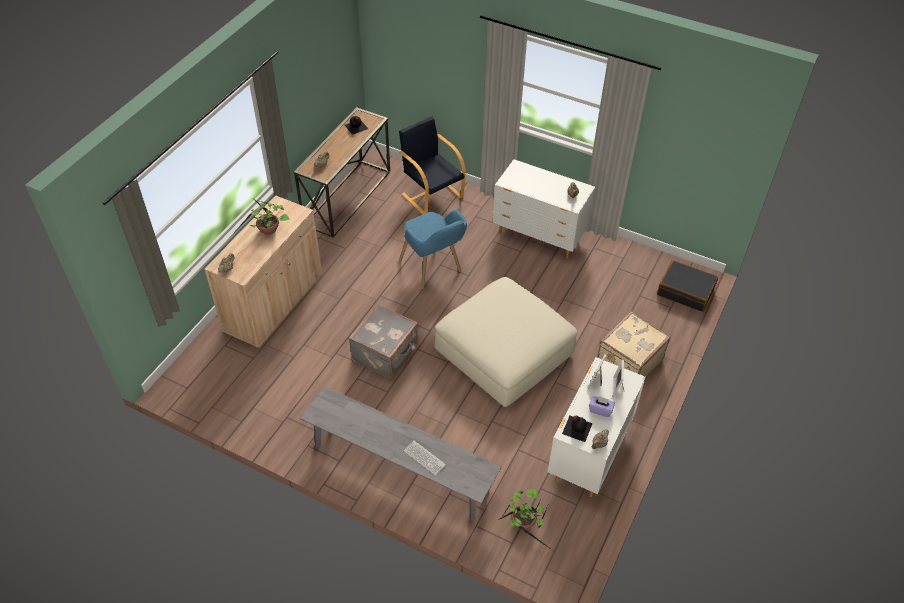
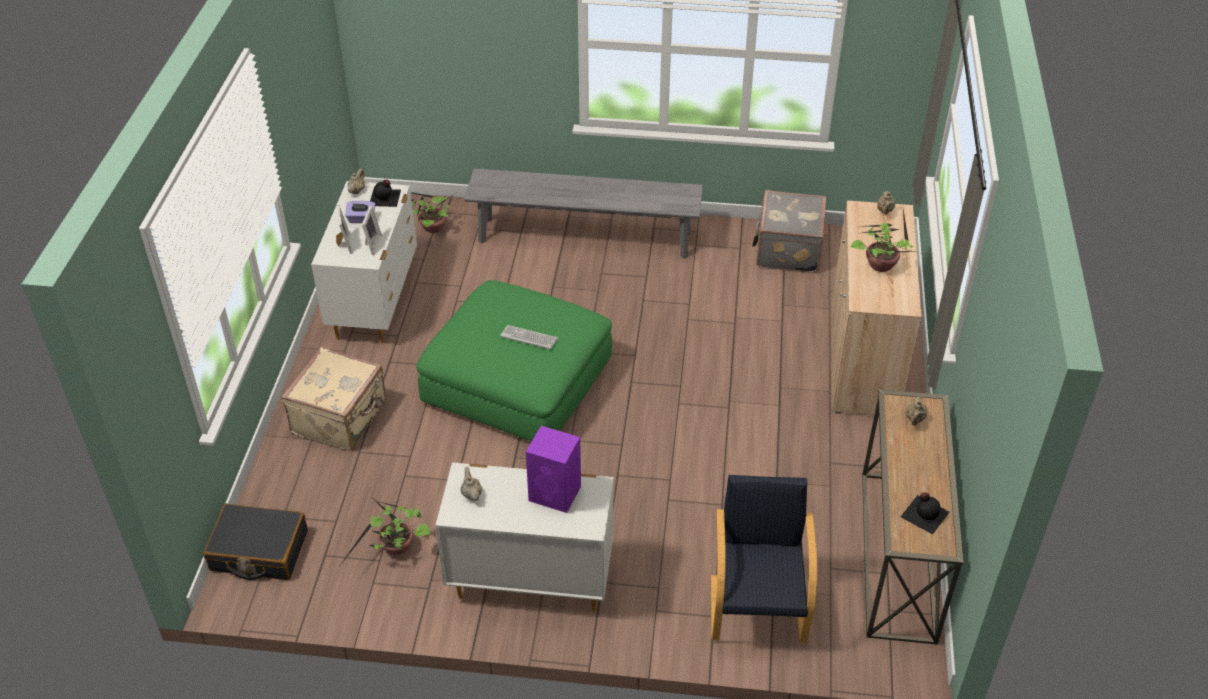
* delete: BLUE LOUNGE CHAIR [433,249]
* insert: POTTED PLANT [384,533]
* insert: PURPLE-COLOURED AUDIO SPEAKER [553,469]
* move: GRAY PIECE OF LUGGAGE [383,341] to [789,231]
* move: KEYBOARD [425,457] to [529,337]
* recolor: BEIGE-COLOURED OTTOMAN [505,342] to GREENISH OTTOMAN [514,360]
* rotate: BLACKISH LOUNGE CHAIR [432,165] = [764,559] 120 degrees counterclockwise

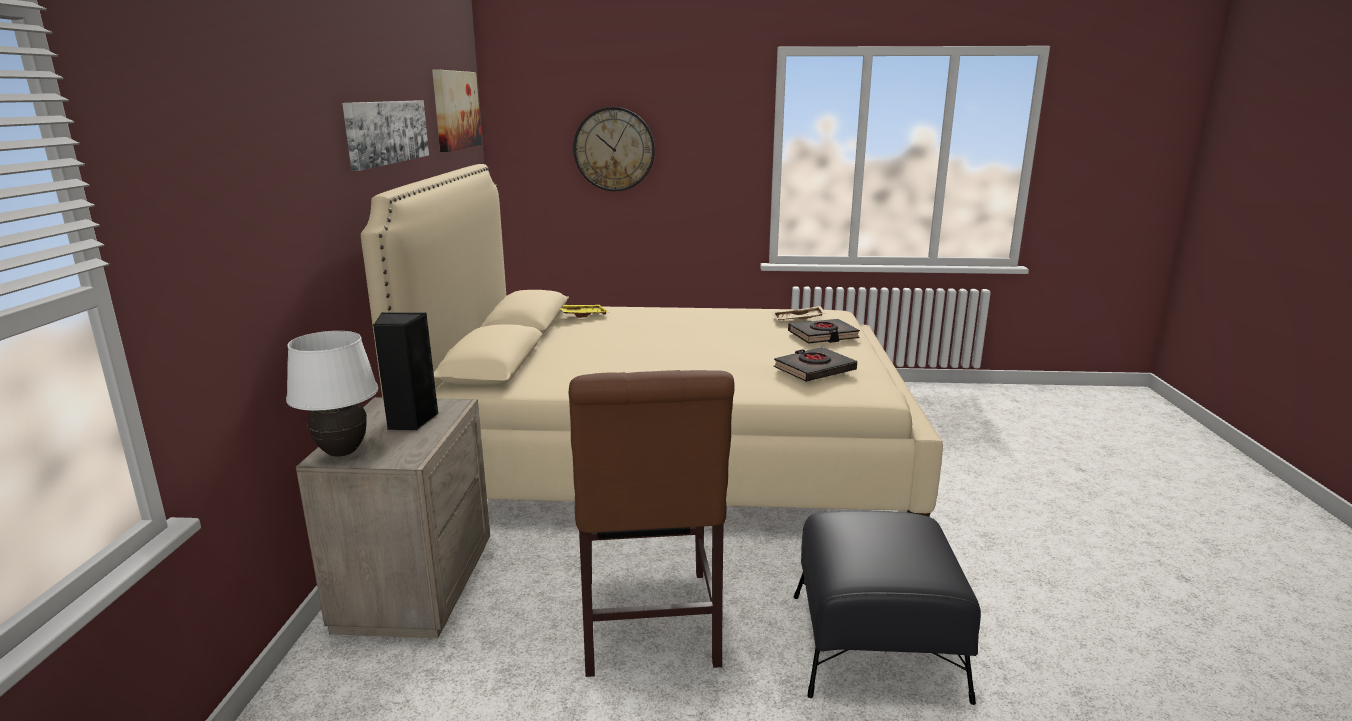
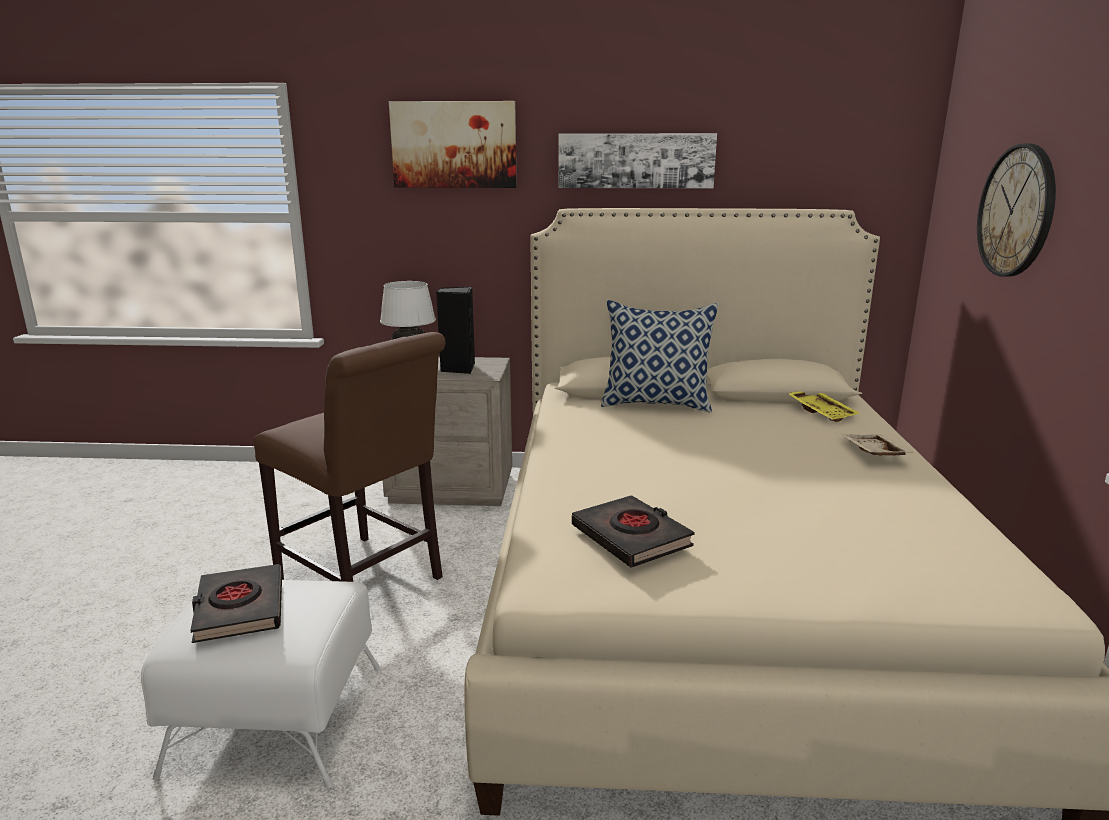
* insert: CUSHION [660,356]
* move: WALL PICTURE [457,111] to [453,144]
* move: BEIGE-COLOURED SERVING TRAY [799,313] to [877,445]
* move: BLACKISH BOOK [824,331] to [236,603]
* recolor: BLACKISH OTTOMAN [887,607] to WHITE-COLOURED OTTOMAN [261,684]
* rotate: BROWN PLAIN CHAIR [652,523] = [349,457] 135 degrees counterclockwise

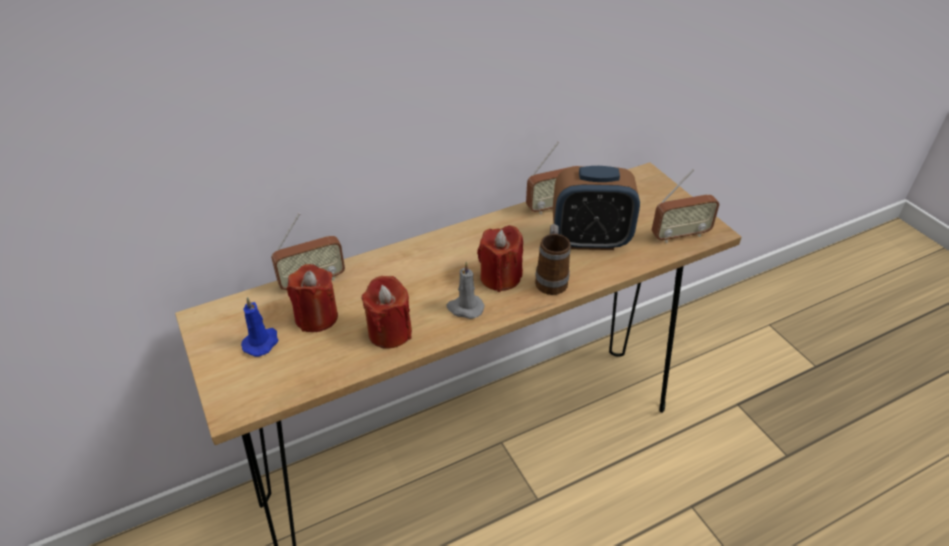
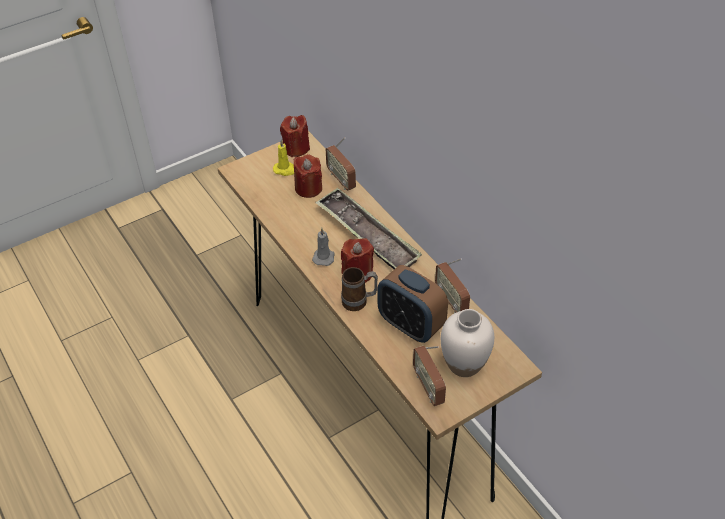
* insert: SERVING TRAY [368,228]
* insert: WHITE-COLOURED FLOWER VASE [467,343]
* move: RED-COLOURED WAX CANDLE [386,312] to [295,136]
* recolor: BLUE WAX CANDLE [259,327] to YELLOW-COLOURED WAX CANDLE [283,157]
* rotate: BEDSIDE CLOCK [596,208] = [412,304] 45 degrees counterclockwise

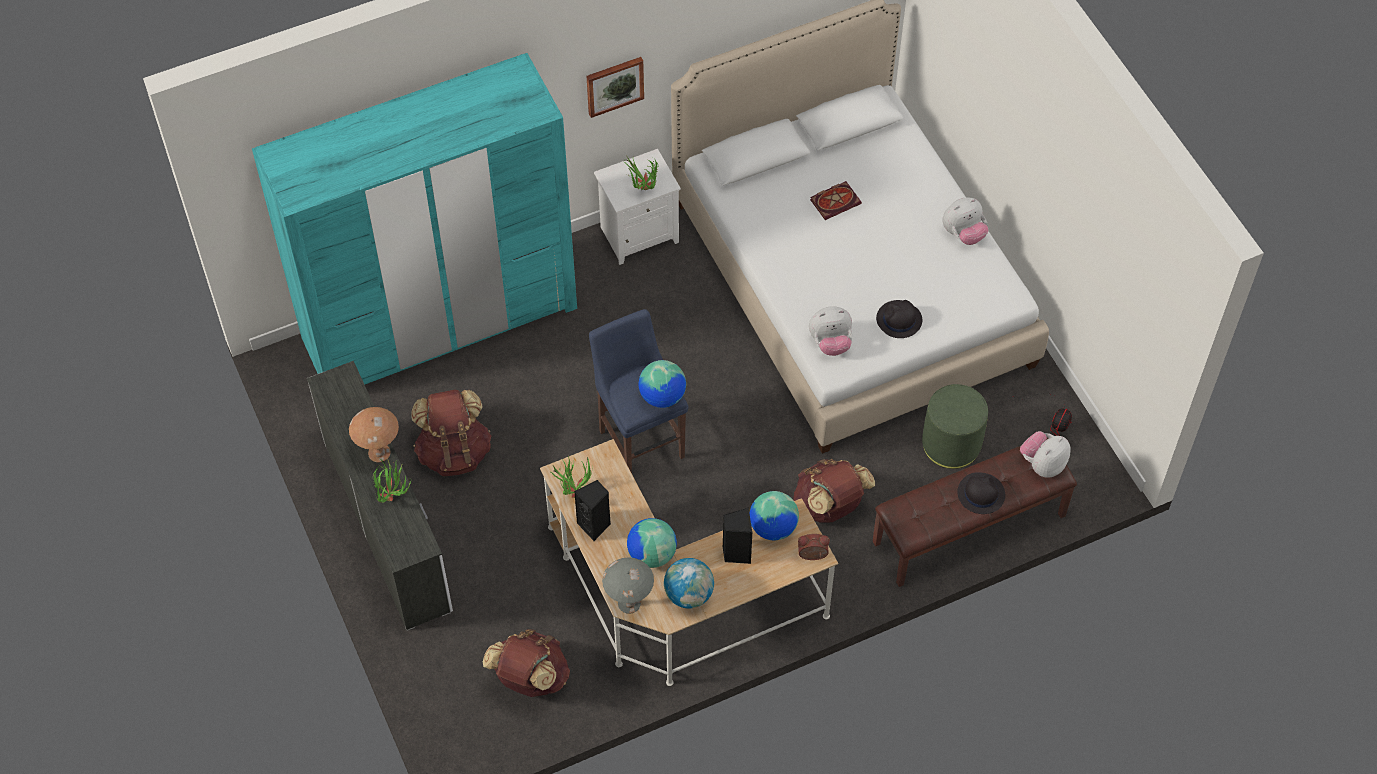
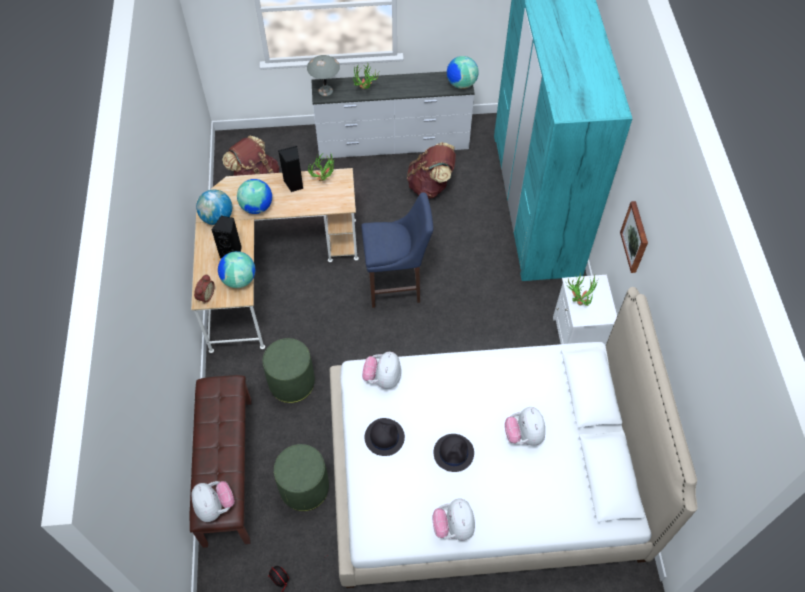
* delete: BROWN TABLETOP LAMP [374,435]
* move: GRAY TABLETOP LAMP [628,585] to [323,75]
* move: DESK GLOBE [662,384] to [463,72]
* move: BLACKISH HAT [981,493] to [453,453]
* replace: BROWN BACKPACK [834,490] to GREENISH OTTOMAN [289,370]
* replace: BOOK [836,200] to PLUSH TOY [525,426]

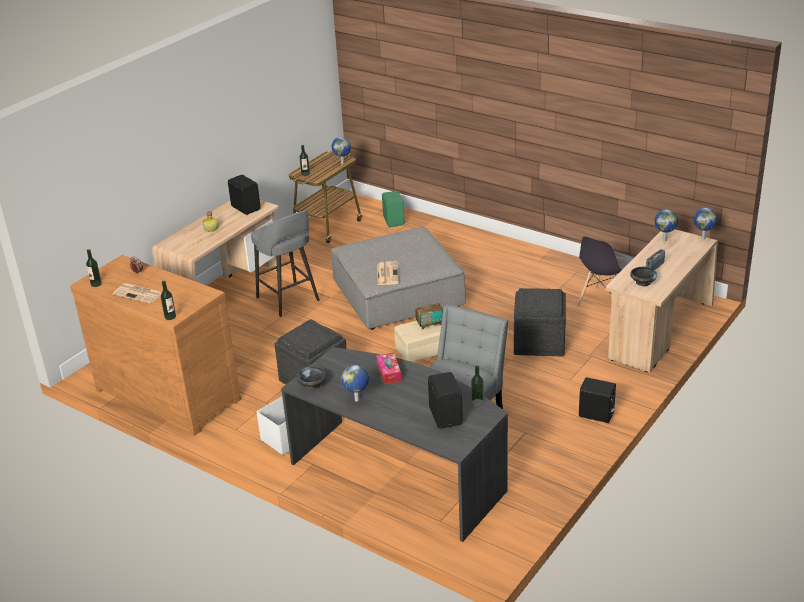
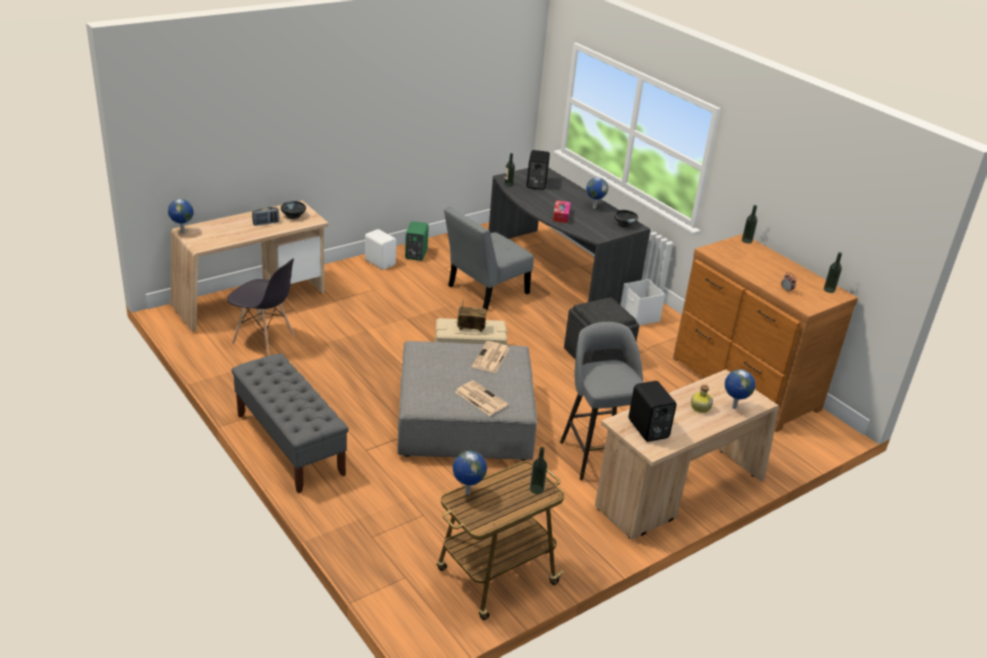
* delete: GRAY OTTOMAN [540,322]
* insert: GRAY INDOOR BENCH [290,423]
* move: DAILY PAPER [137,293] to [482,398]
* move: GREENISH AUDIO SPEAKER [393,209] to [417,241]
* move: DESK GLOBE [666,225] to [740,389]
* recolor: BLACKISH AUDIO SPEAKER [597,400] to WHITE-COLOURED AUDIO SPEAKER [380,249]
* rotate: GRAY PLAIN CHAIR [605,271] = [260,307] 60 degrees clockwise

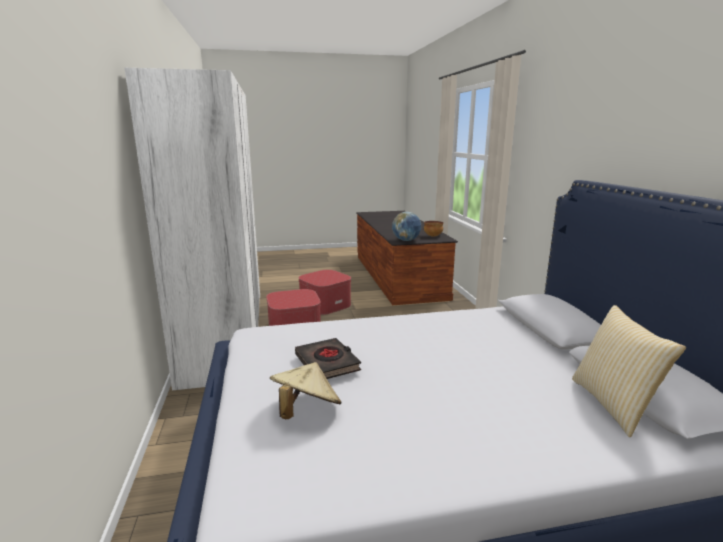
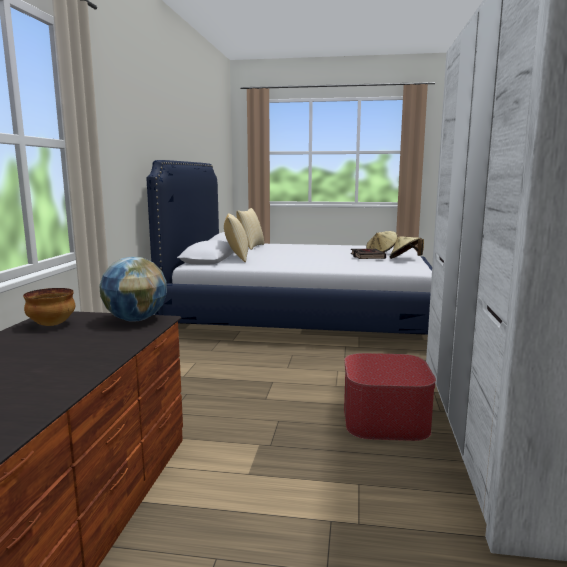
* delete: OTTOMAN [324,292]
* insert: CUSHION [236,237]
* insert: BEIGE-COLOURED HAT [407,247]

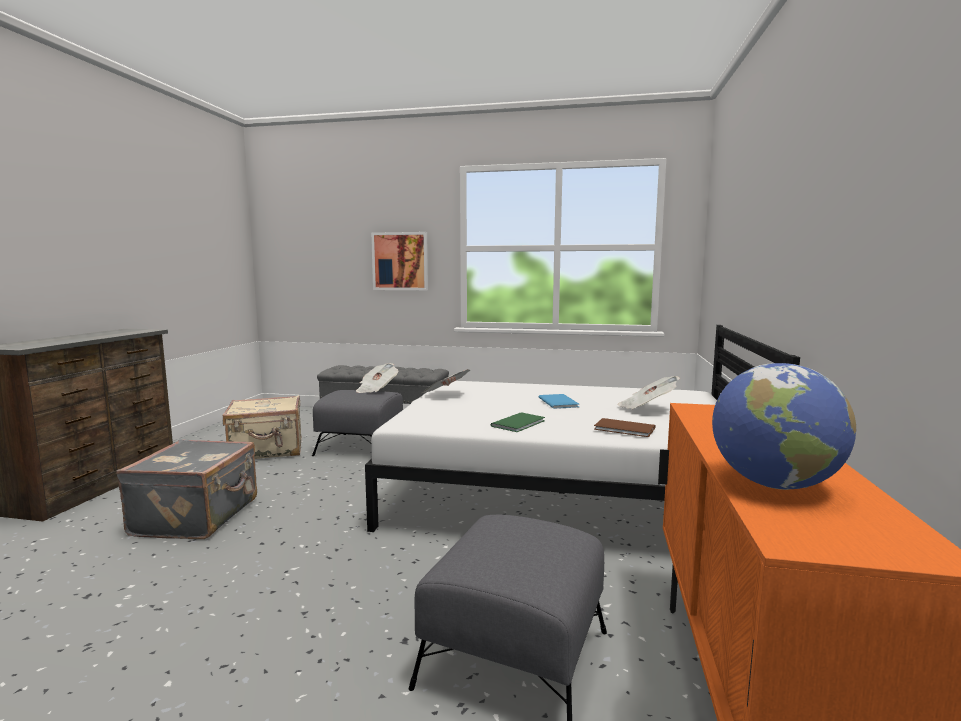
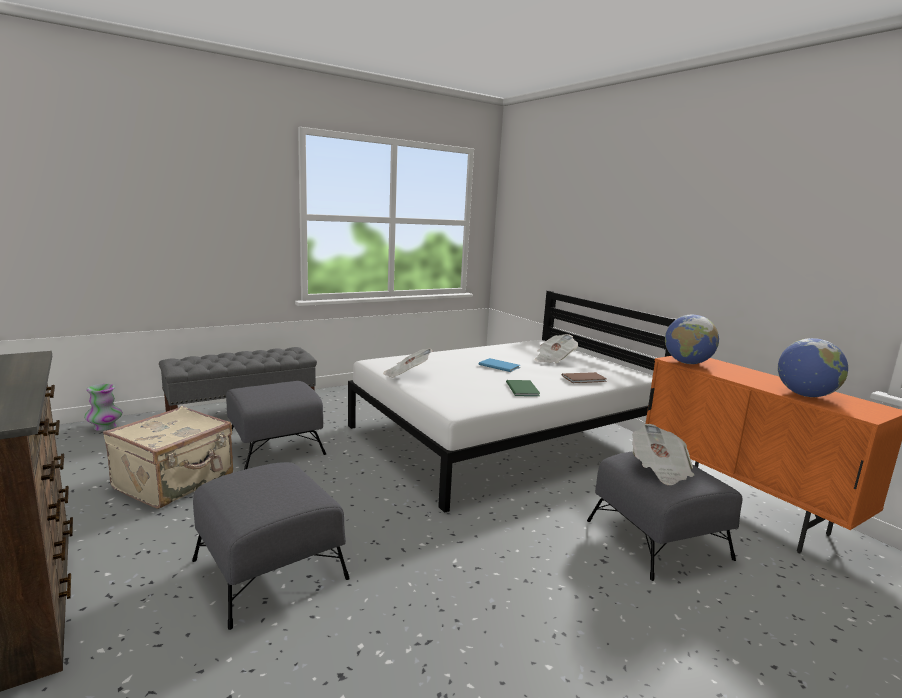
* delete: WALL PICTURE [399,261]
* insert: FLOWER VASE [103,407]
* insert: DESK GLOBE [692,339]
* move: DAILY PAPER [377,378] to [663,454]
* replace: GRAY PIECE OF LUGGAGE [186,489] to GRAY OTTOMAN [271,546]

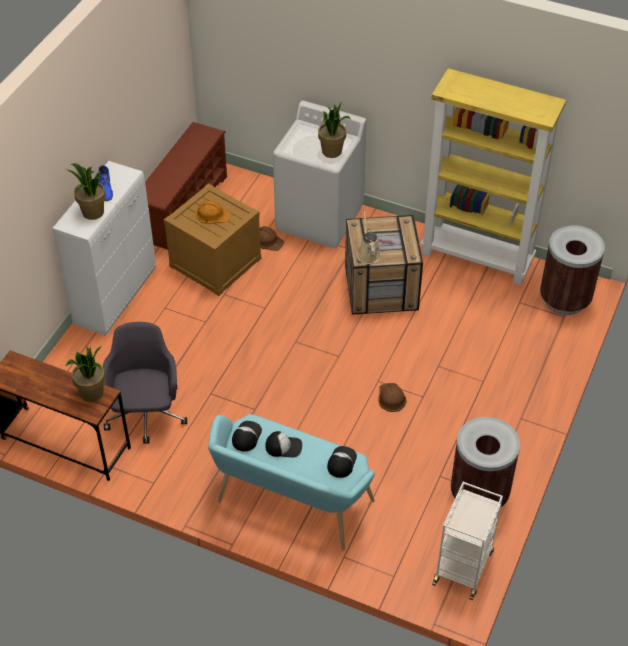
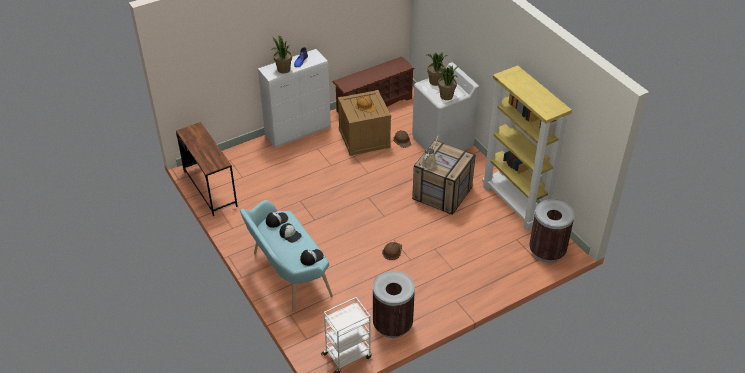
* delete: GRAY OFFICE CHAIR [145,383]
* move: POTTED PLANT [85,374] to [436,69]

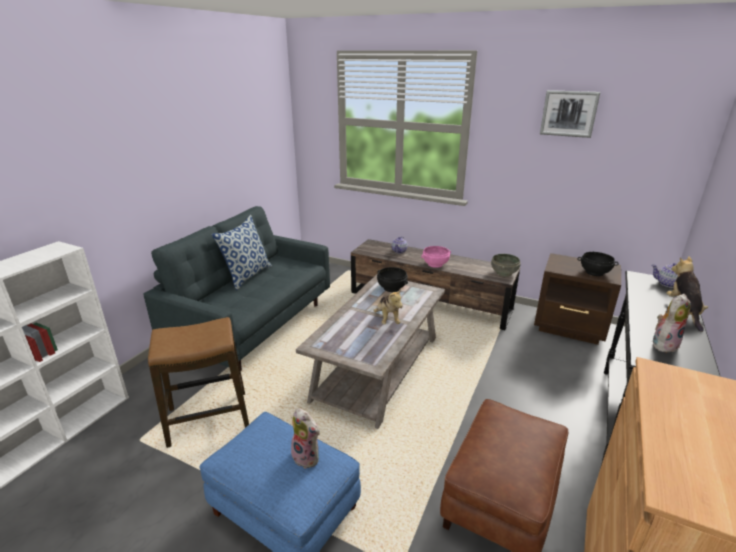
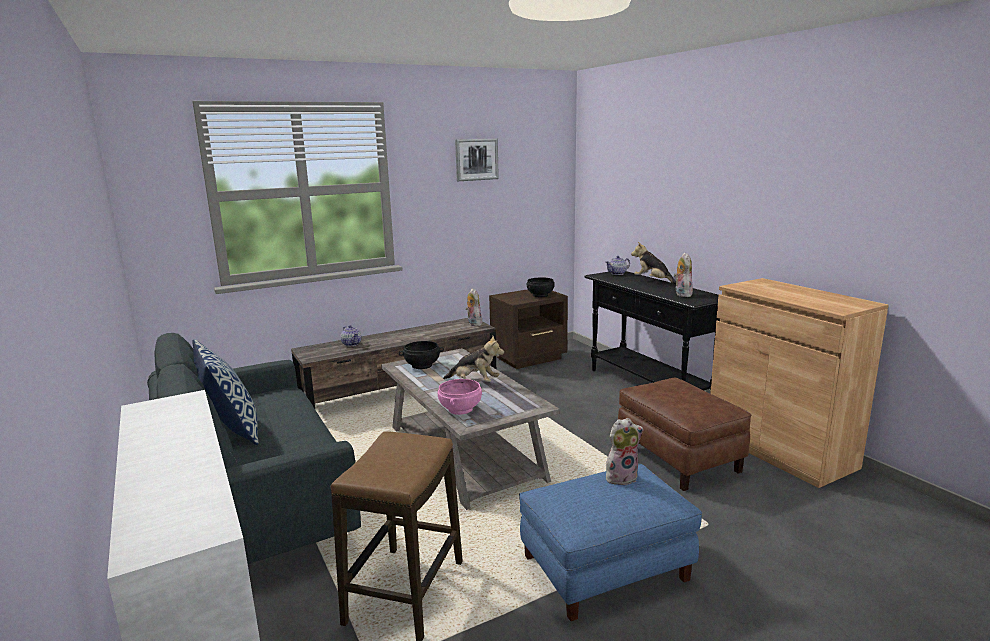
* move: PINK SERVING BOWL [436,257] to [460,397]
* replace: GRAY SERVING BOWL [506,265] to PLUSH TOY [473,307]

